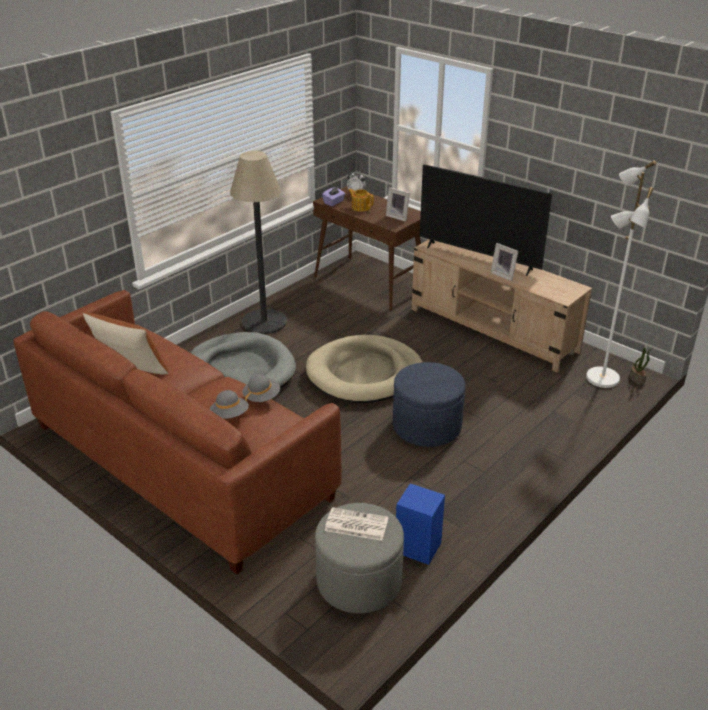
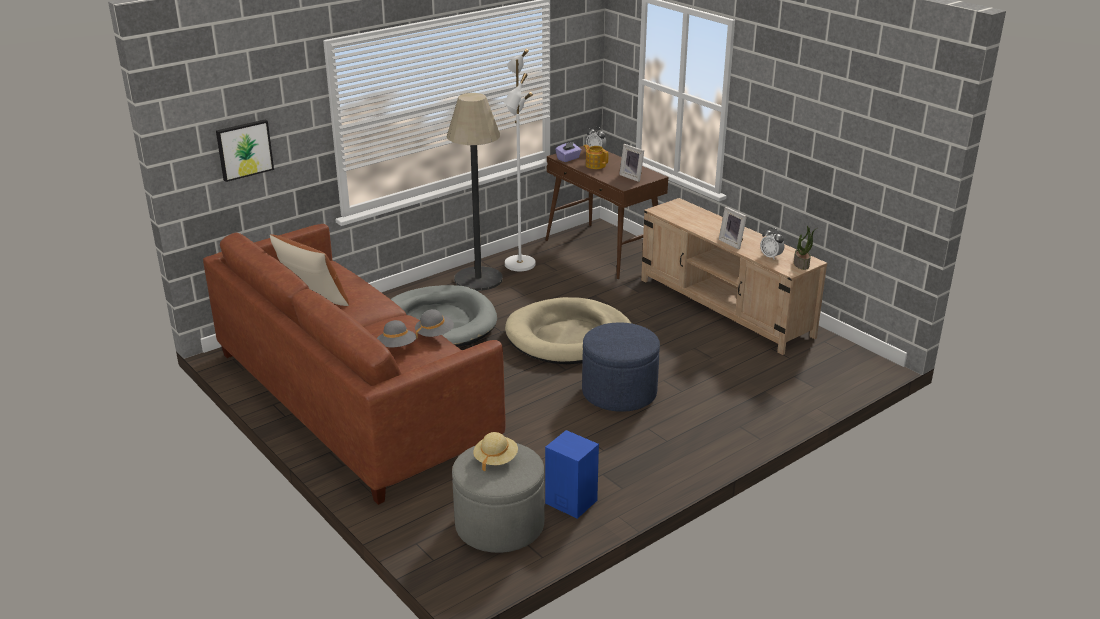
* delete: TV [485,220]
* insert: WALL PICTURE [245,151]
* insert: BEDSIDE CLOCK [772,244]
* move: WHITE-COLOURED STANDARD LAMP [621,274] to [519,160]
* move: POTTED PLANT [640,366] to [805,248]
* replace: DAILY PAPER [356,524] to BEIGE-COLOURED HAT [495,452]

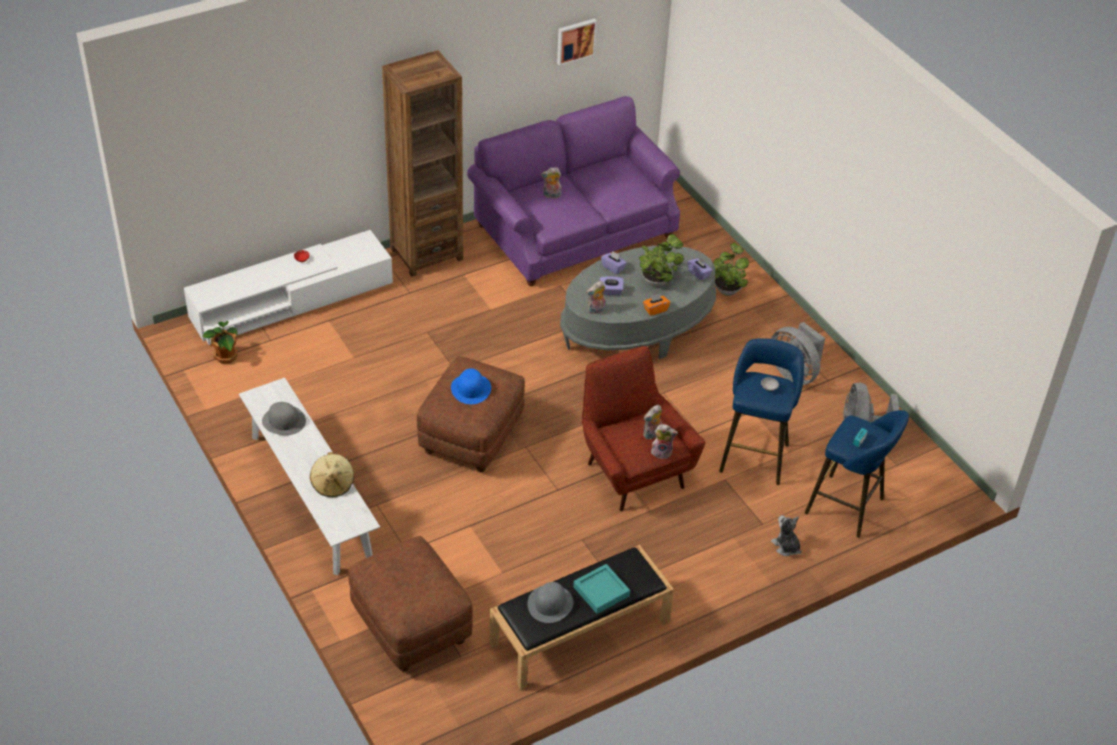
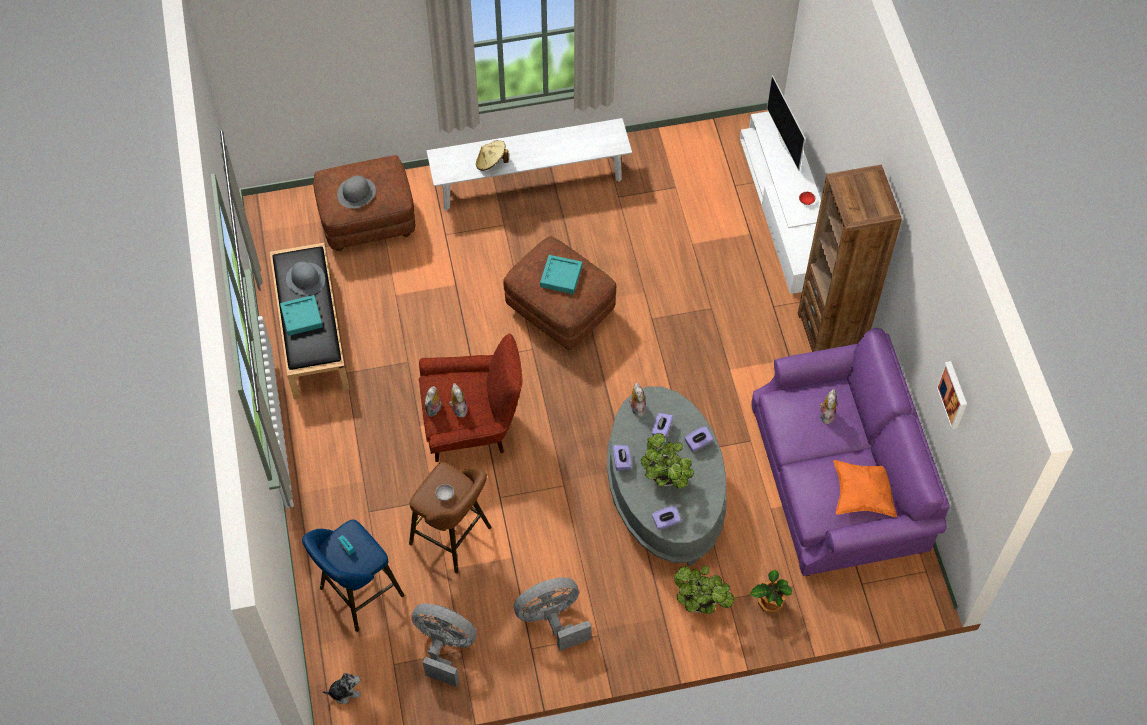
* insert: TV [786,123]
* insert: ORANGE-COLOURED CUSHION [865,488]
* move: POTTED PLANT [220,342] to [771,592]
* move: GRAY HAT [284,418] to [356,191]
* move: PLUSH TOY [786,535] to [341,688]
* replace: BLUE HAT [471,386] to BLUE-GREEN SERVING TRAY [561,274]
* recolor: ORANGE-COLOURED BOX OF TISSUES [656,305] to PURPLE-COLOURED BOX OF TISSUES [622,458]
* recolor: BLUE SITTING STOOL [761,411] to BROWN SITTING STOOL [450,517]

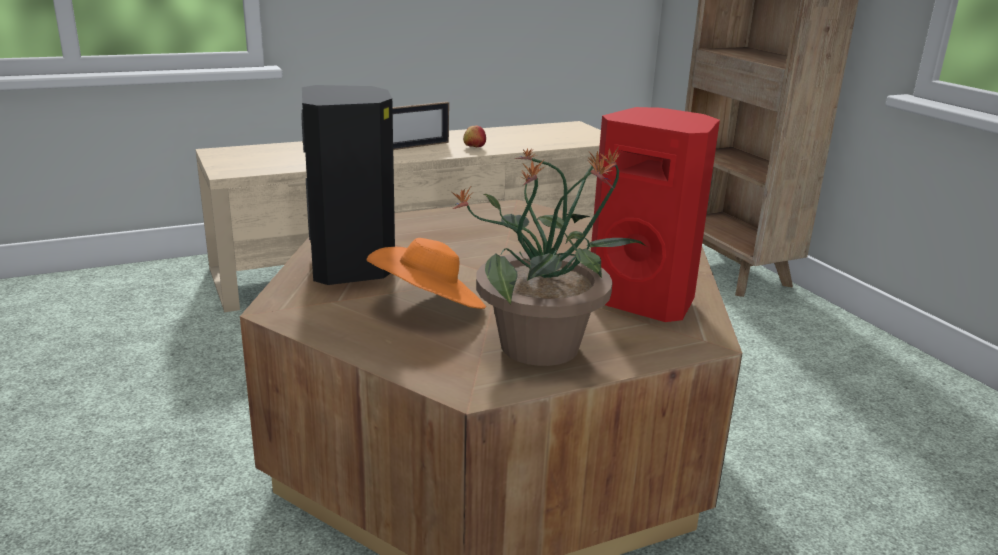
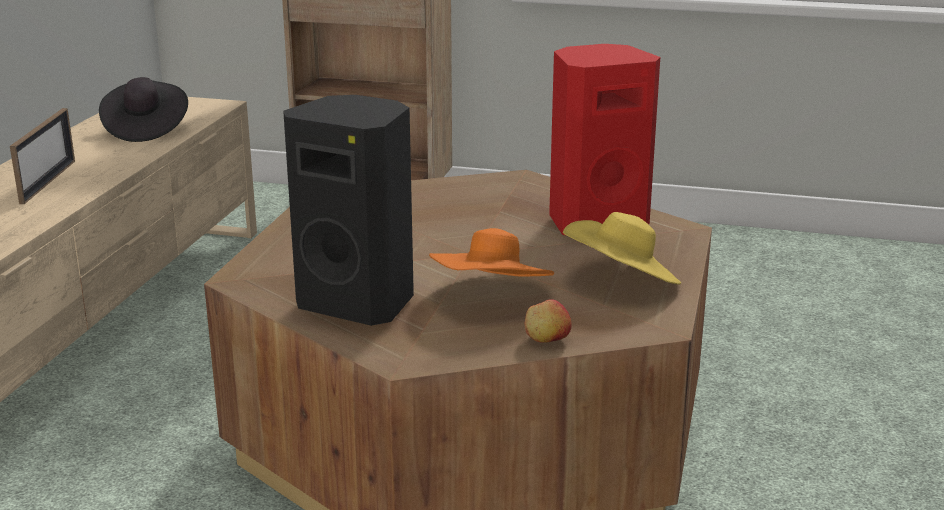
* insert: BLACKISH HAT [143,109]
* move: APPLE FRUIT [474,136] to [548,321]
* replace: POTTED PLANT [549,257] to YELLOW-COLOURED HAT [622,248]

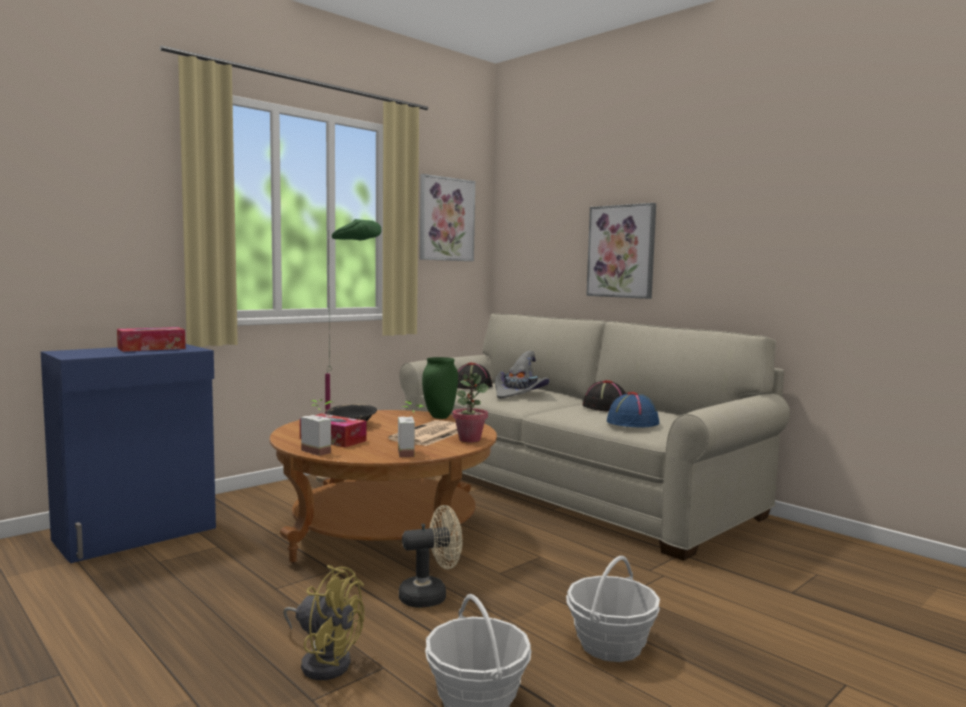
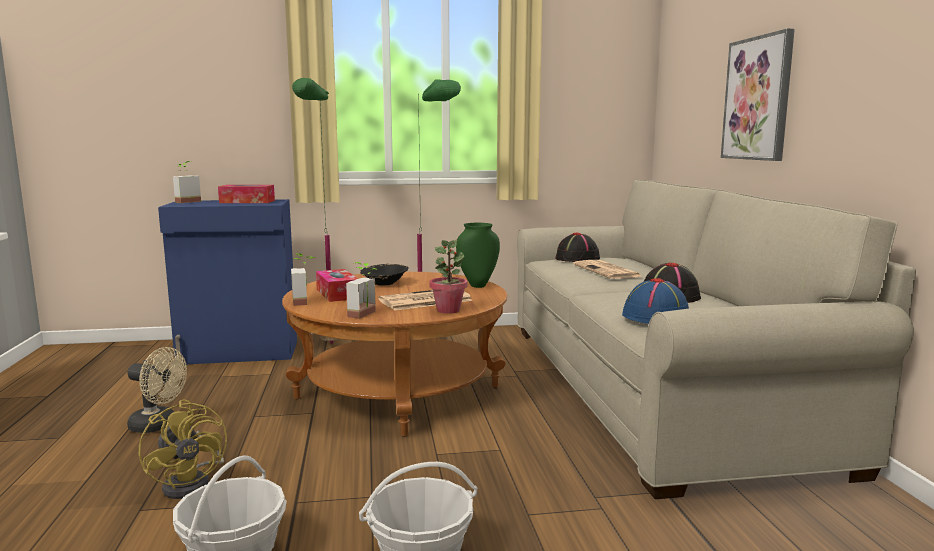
* delete: WALL PICTURE [447,217]
* insert: POTTED PLANT [187,182]
* insert: GREENISH STANDARD LAMP [315,211]
* move: BEIGE-COLOURED ELECTRIC FAN [431,556] to [157,390]
* replace: GRAY HAT [522,375] to DAILY PAPER [608,269]

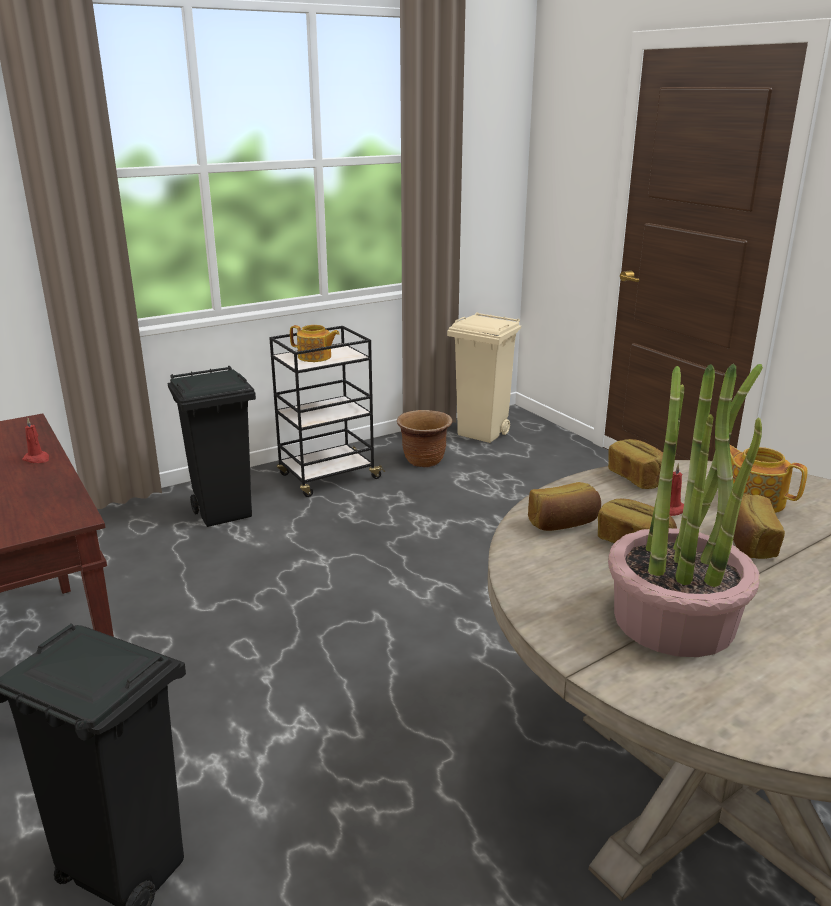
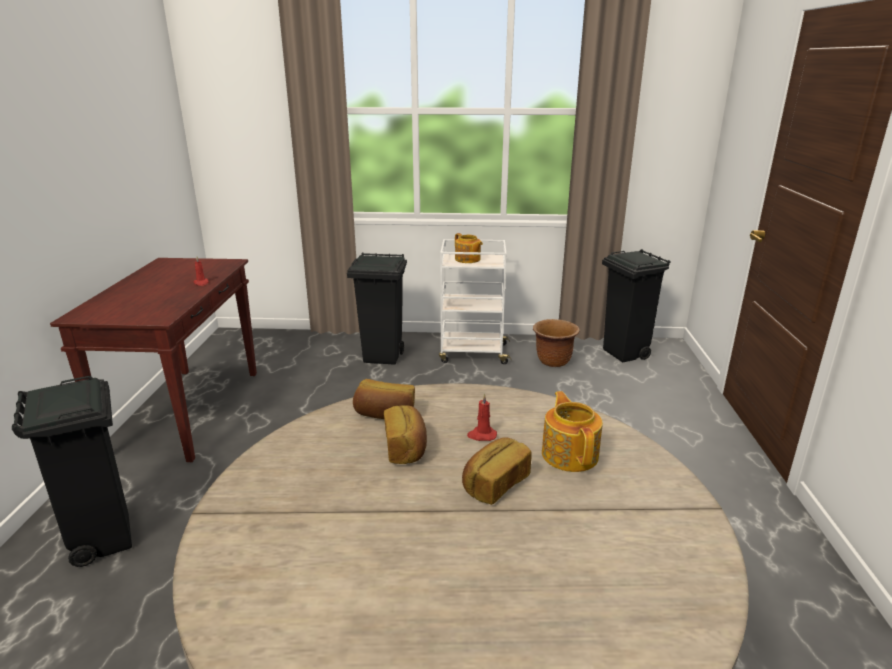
* delete: POTTED PLANT [685,510]
* delete: BREAD [635,464]
* recolor: BLACKISH WHEELED CART [327,411] to WHITE-COLOURED WHEELED CART [475,301]
* recolor: BEIGE-COLOURED WASTE BIN [484,377] to BLACKISH WASTE BIN [636,305]

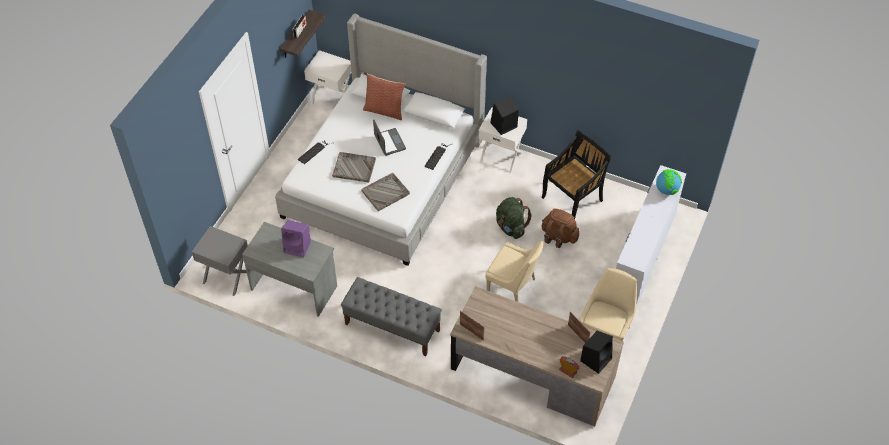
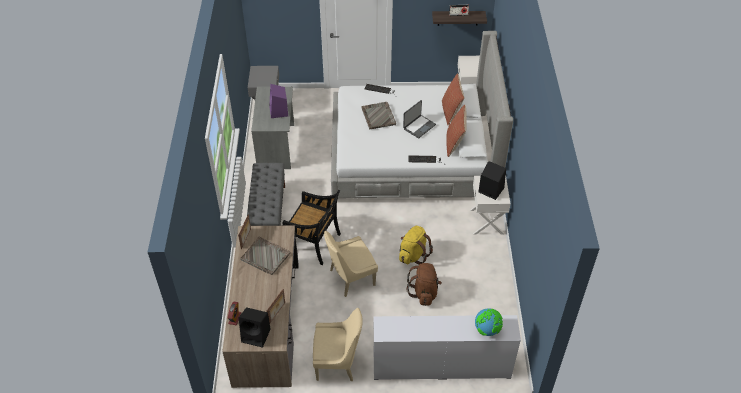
* insert: CUSHION [456,131]
* move: GRAY SERVING TRAY [385,192] to [265,256]
* move: BLACKISH PLAIN CHAIR [577,174] to [312,227]
* recolor: GREENISH BACKPACK [514,218] to YELLOW-COLOURED BACKPACK [416,245]
* rotate: BEIGE-COLOURED PLAIN CHAIR [514,271] = [351,264] 60 degrees clockwise

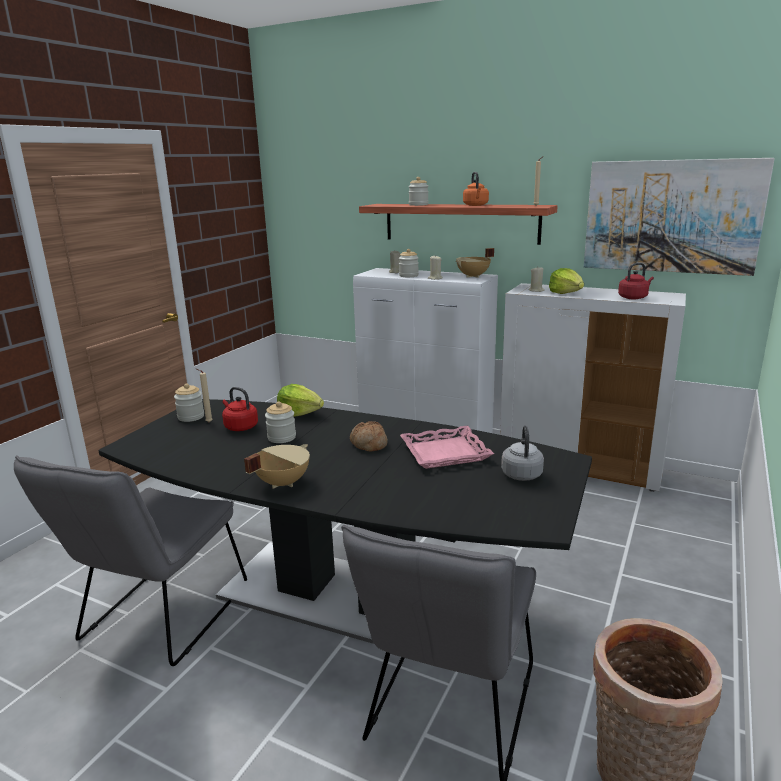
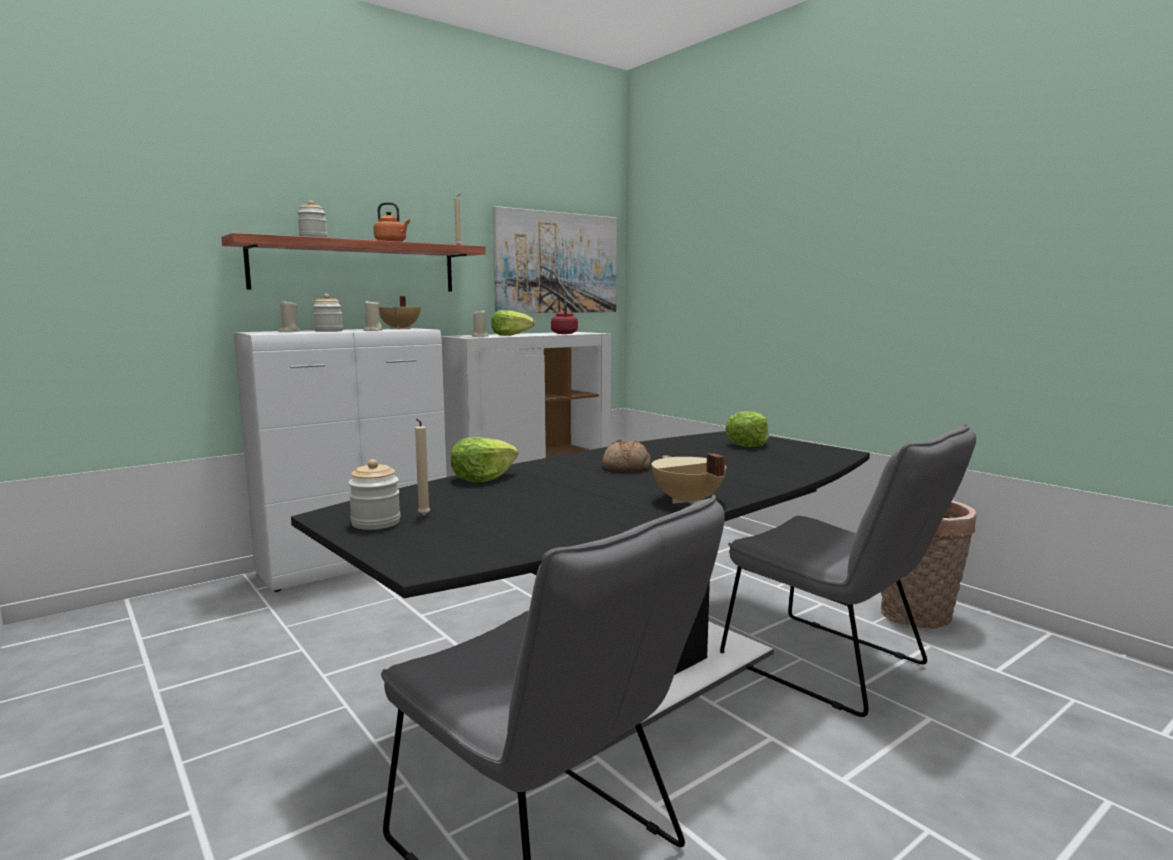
* delete: RED-COLOURED TEA KETTLE [240,409]
* delete: STORAGE JAR [280,422]
* delete: PINK SERVING TRAY [447,447]
* replace: GRAY TEA KETTLE [522,453] to HEAD OF LETTUCE [747,429]

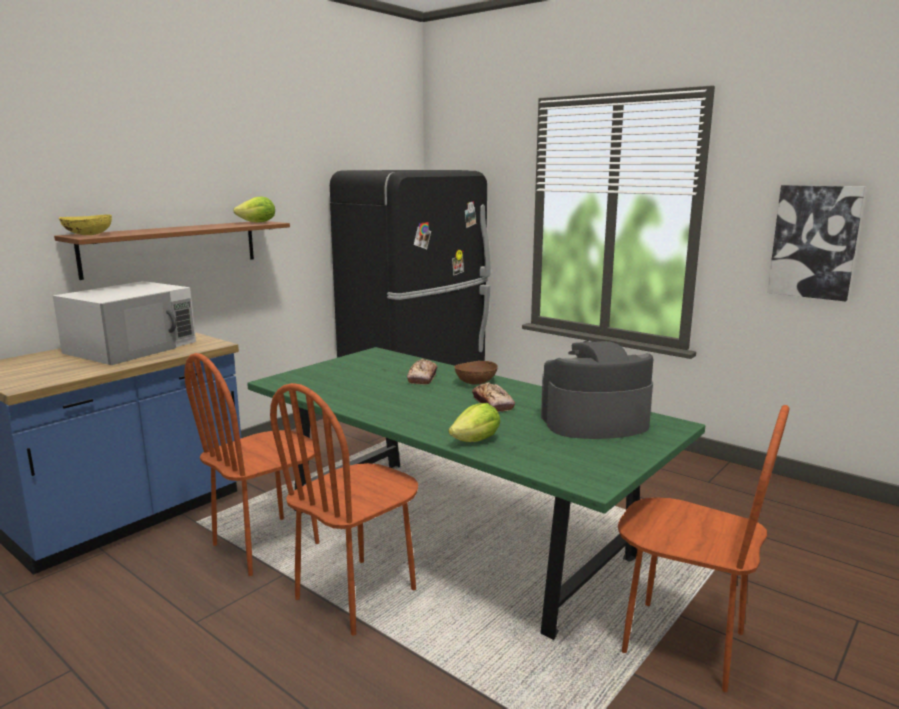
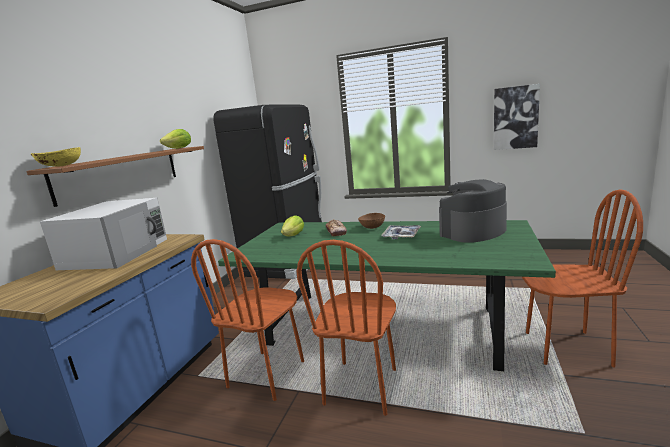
* move: HEAD OF LETTUCE [474,422] to [292,225]
* replace: BREAD [493,397] to SERVING TRAY [401,232]

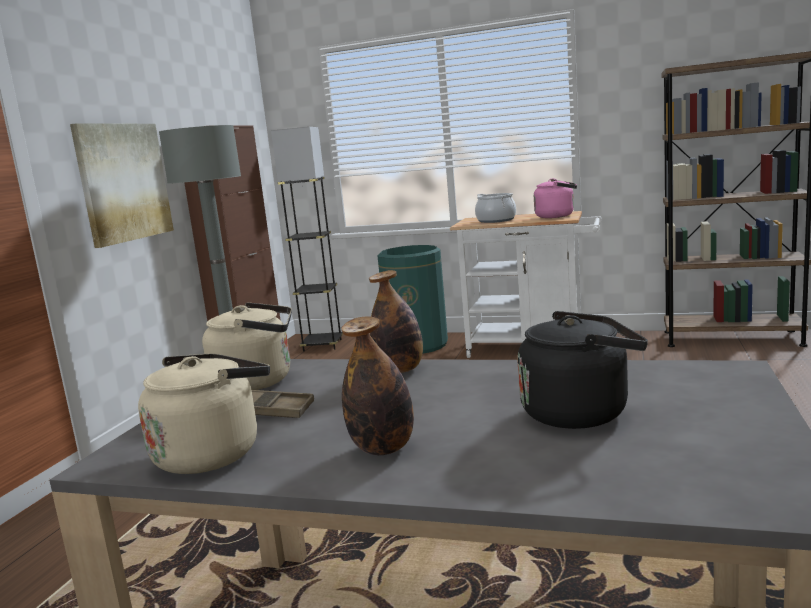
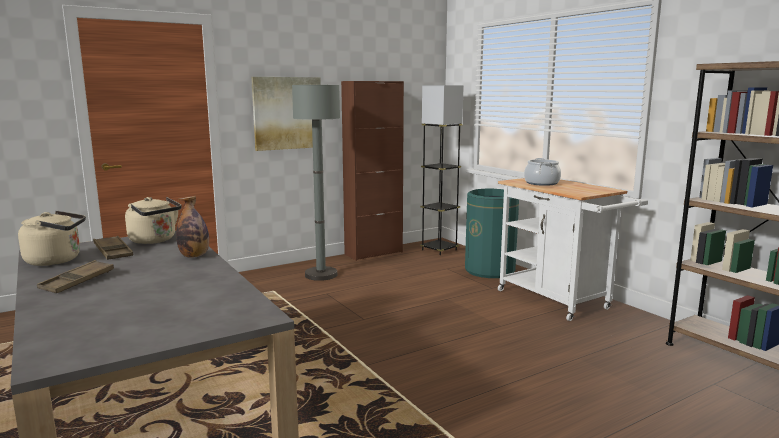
* delete: BLACKISH TEA KETTLE [583,370]
* delete: PINK TEA KETTLE [555,198]
* replace: BEVERAGE BOTTLE [377,385] to BROWN SERVING TRAY [75,276]

